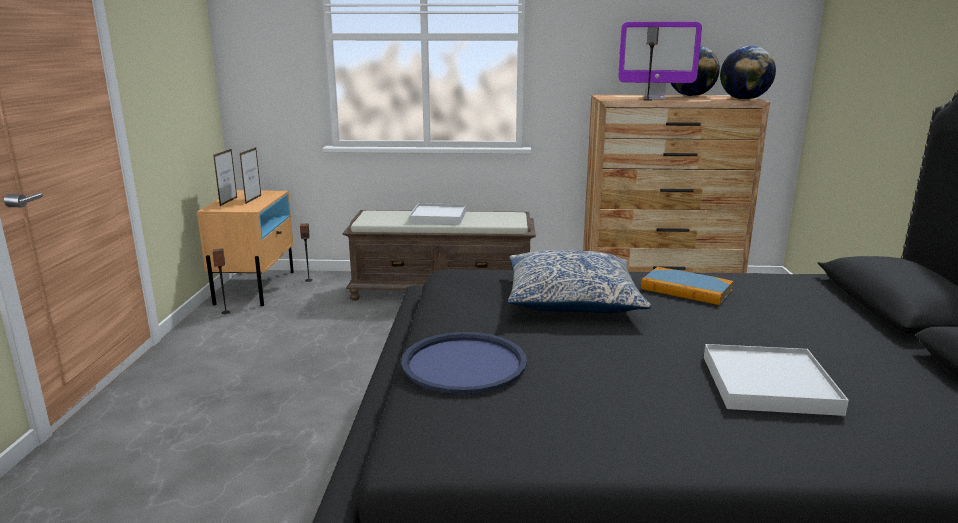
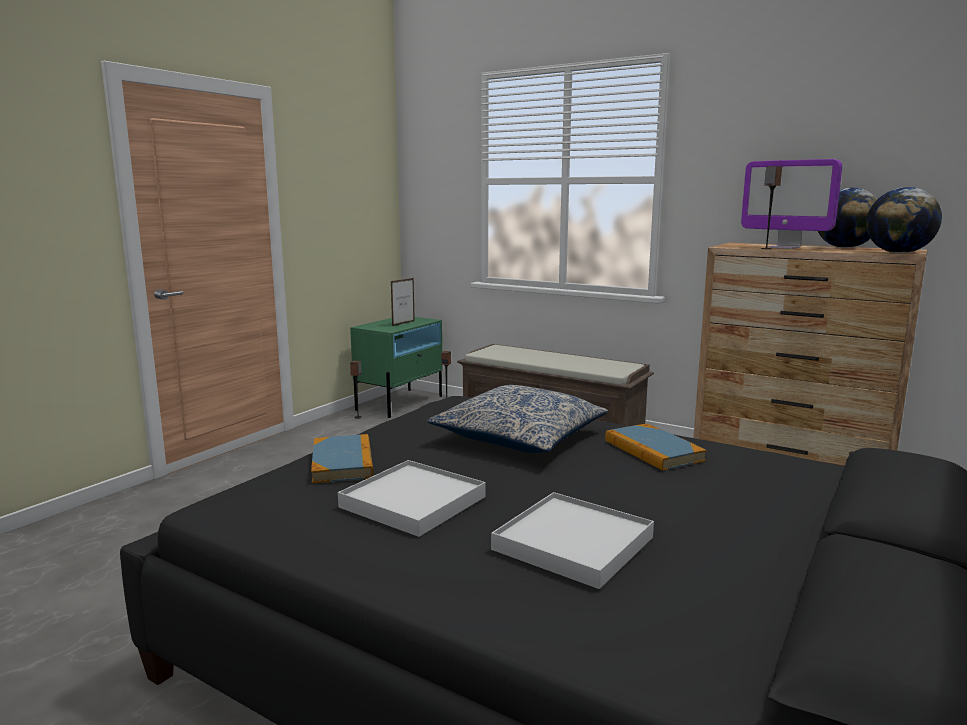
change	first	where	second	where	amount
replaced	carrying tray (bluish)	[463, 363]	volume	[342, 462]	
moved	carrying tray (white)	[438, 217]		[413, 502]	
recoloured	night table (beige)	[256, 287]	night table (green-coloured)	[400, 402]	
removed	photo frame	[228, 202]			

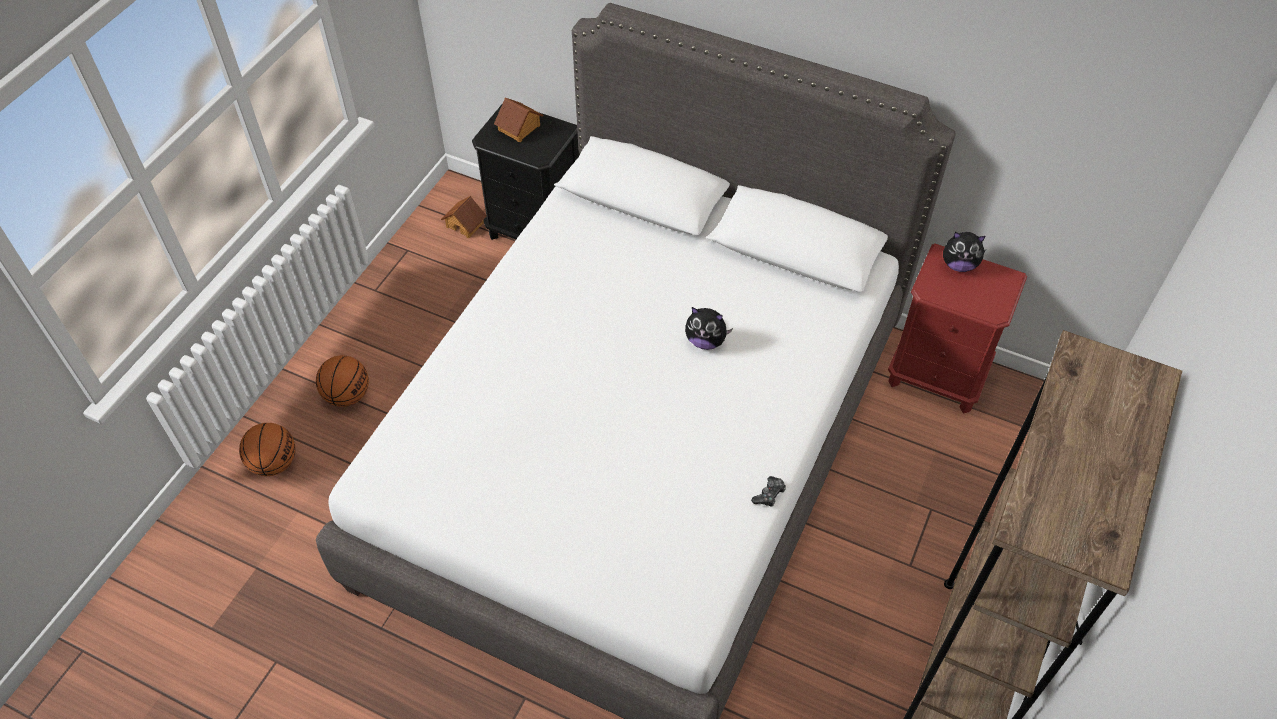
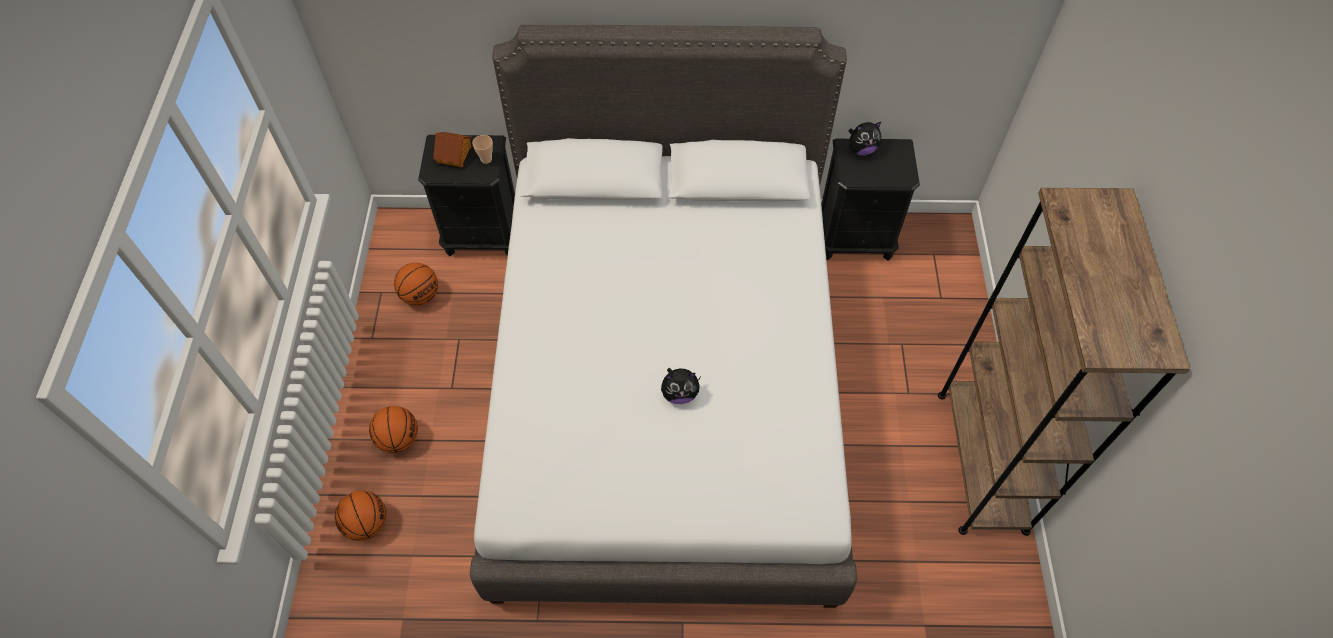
change	first	where	second	where	amount
added			basketball	[420, 295]	
added			small cup	[486, 159]	
moved	plush toy	[705, 341]		[679, 394]	
recoloured	night table (red)	[937, 376]	night table (black-coloured)	[855, 238]	
removed	miniature house	[465, 224]			
removed	gamepad	[769, 495]			

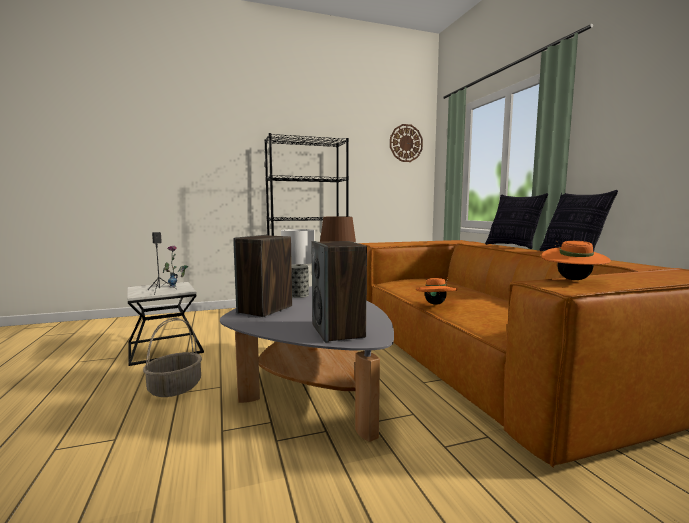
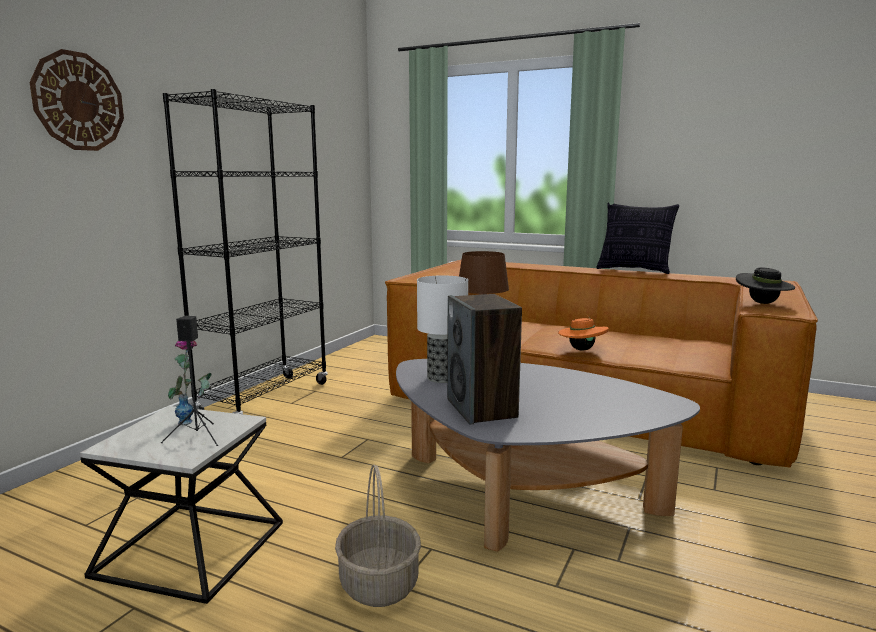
change	first	where	second	where	amount
moved	wall clock	[406, 143]		[78, 101]	
recoloured	hat (orangey)	[572, 279]	hat (black-coloured)	[762, 303]	
removed	audio speaker	[338, 331]			
removed	cushion	[512, 246]			

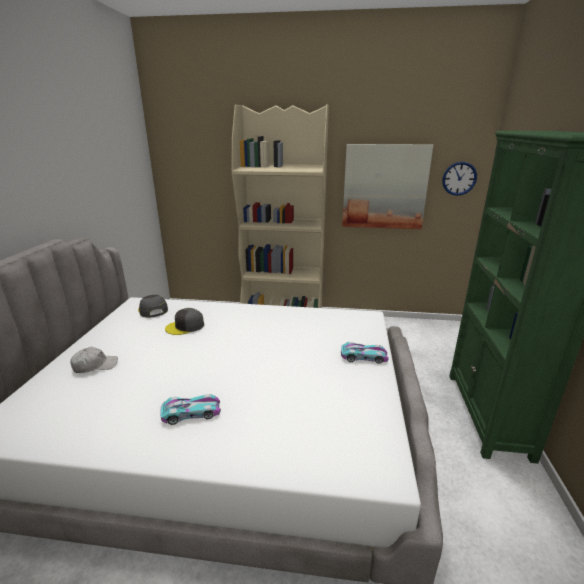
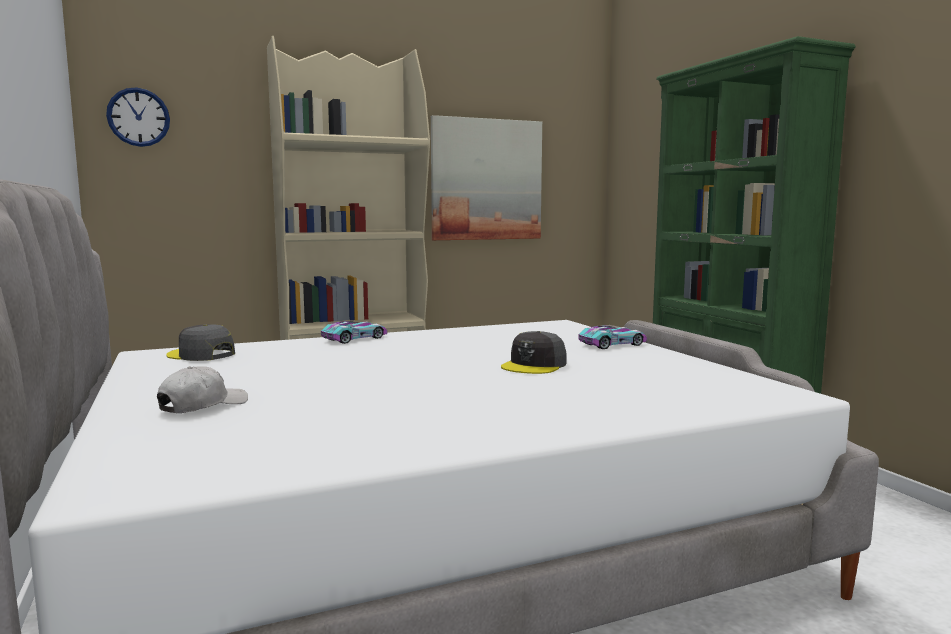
change	first	where	second	where	amount
moved	wall clock	[459, 178]		[138, 117]	
moved	model car	[191, 413]		[355, 338]	
moved	peaked cap (gray)	[185, 326]		[534, 365]	

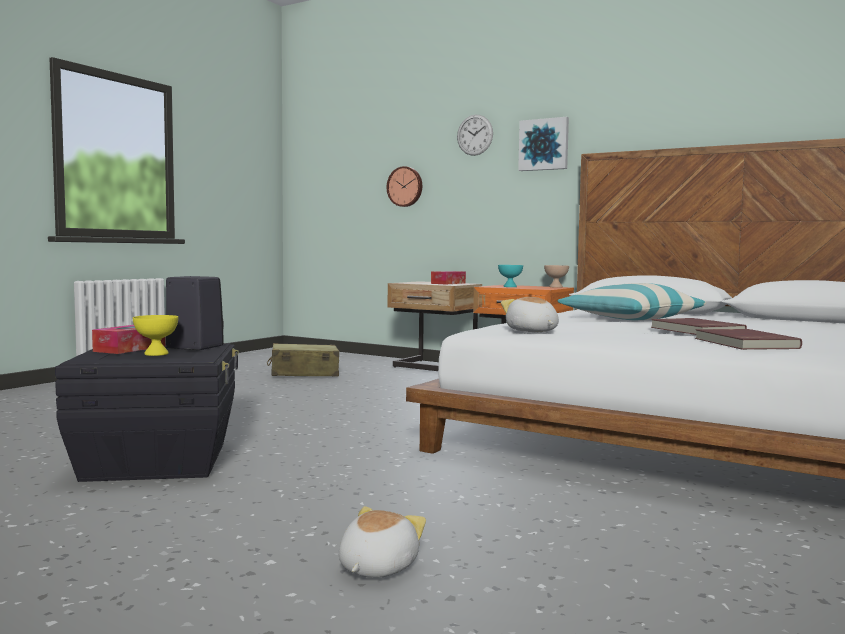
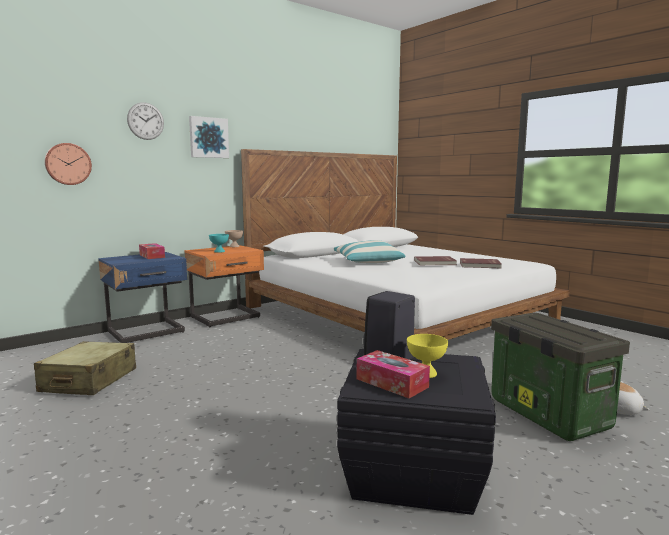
change	first	where	second	where	amount
recoloured	night table (beige)	[434, 367]	night table (bluish)	[147, 333]	
added			storage box	[546, 413]	
removed	plush toy	[531, 331]			

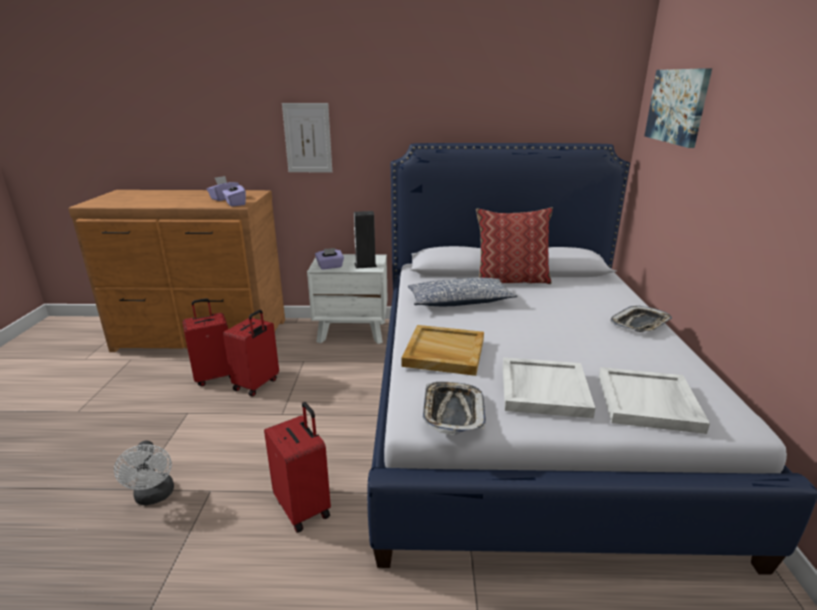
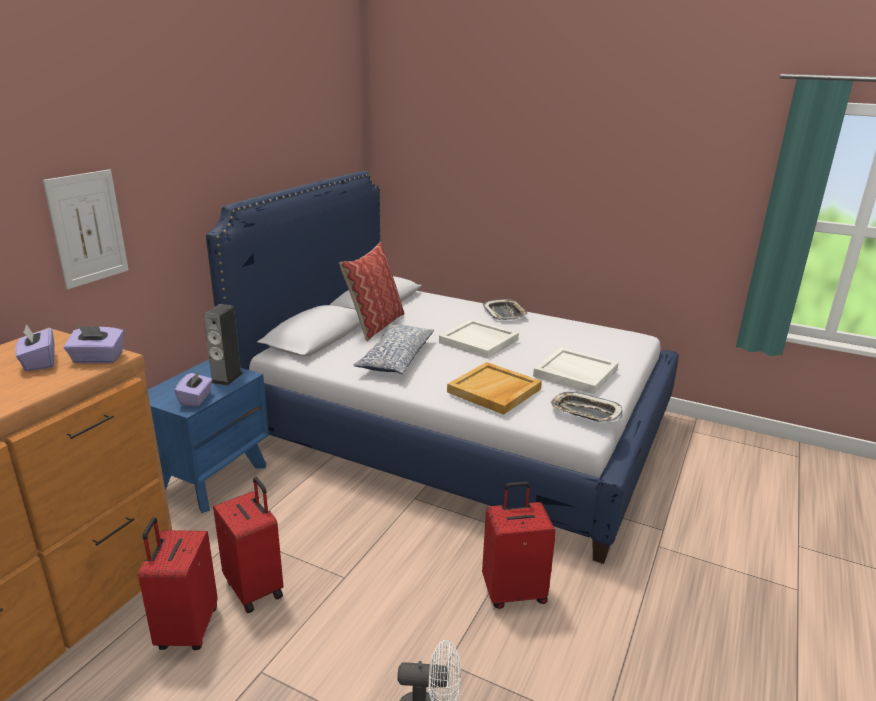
change	first	where	second	where	amount
recoloured	night table (white)	[352, 331]	night table (bluish)	[212, 478]	
moved	carrying tray (white)	[649, 403]		[479, 341]	
removed	picture	[677, 106]			

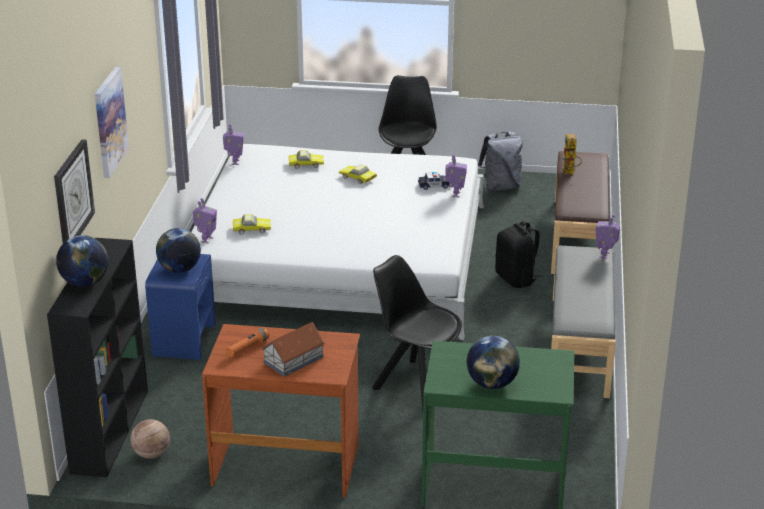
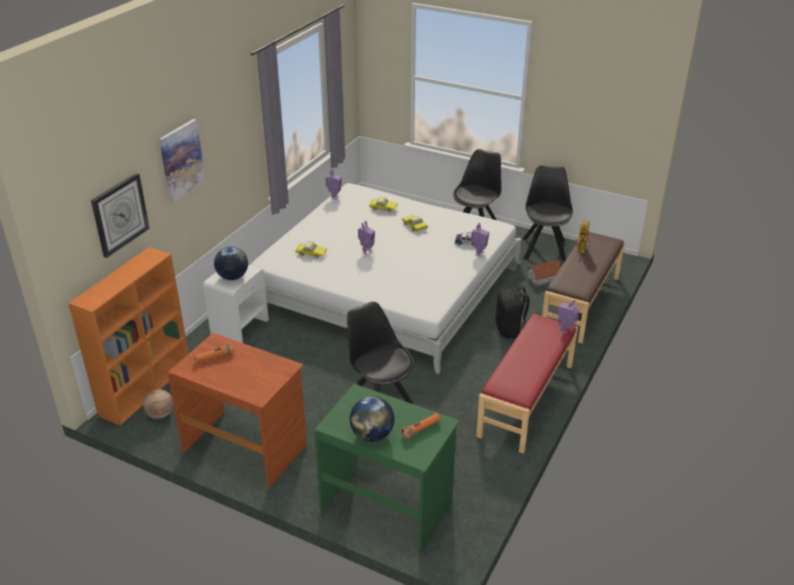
change	first	where	second	where	amount
recoloured	bookcase (black-coloured)	[110, 430]	bookcase (orangey)	[146, 388]	
recoloured	night table (bluish)	[184, 339]	night table (white)	[240, 327]	
moved	model robot	[206, 240]		[366, 251]	
added			flashlight (orangey)	[420, 429]	
recoloured	long seat (gray)	[580, 346]	long seat (red)	[527, 400]	
replaced	rucksack (gray)	[501, 186]	plain chair (black-coloured)	[544, 248]	
moved	miniature house	[294, 359]		[544, 279]	
removed	world globe	[85, 283]			

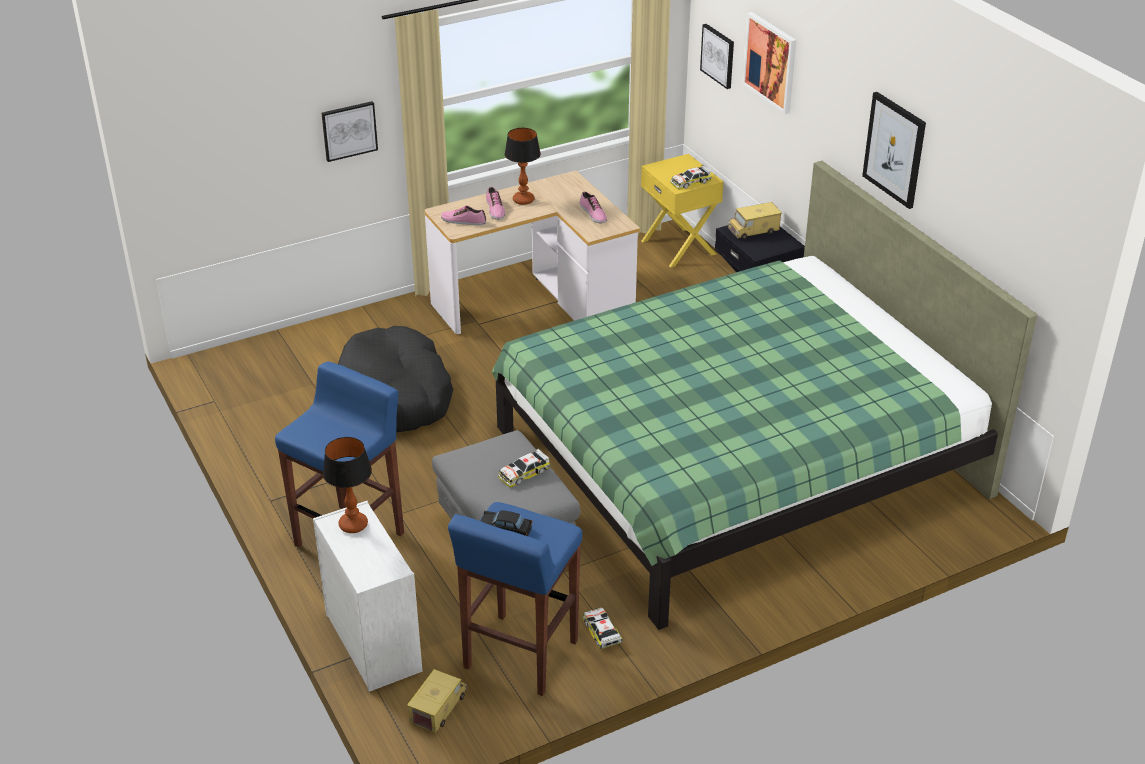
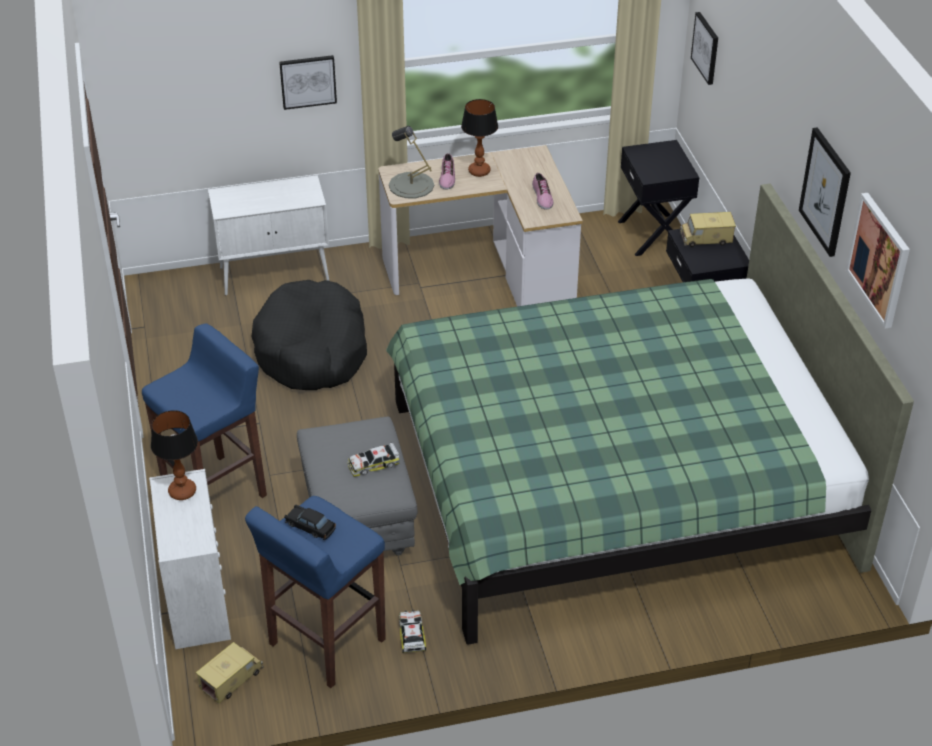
change	first	where	second	where	amount
added			cupboard (white)	[275, 274]	
replaced	low shoe	[463, 220]	tabletop lamp (gray)	[411, 185]	
recoloured	night table (yellow-coloured)	[679, 247]	night table (black-coloured)	[654, 234]	
moved	picture	[770, 62]		[879, 259]	
removed	model car	[690, 182]			

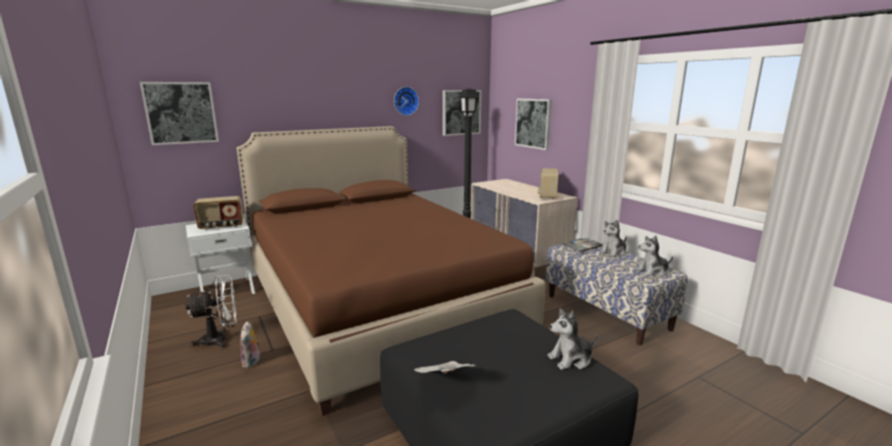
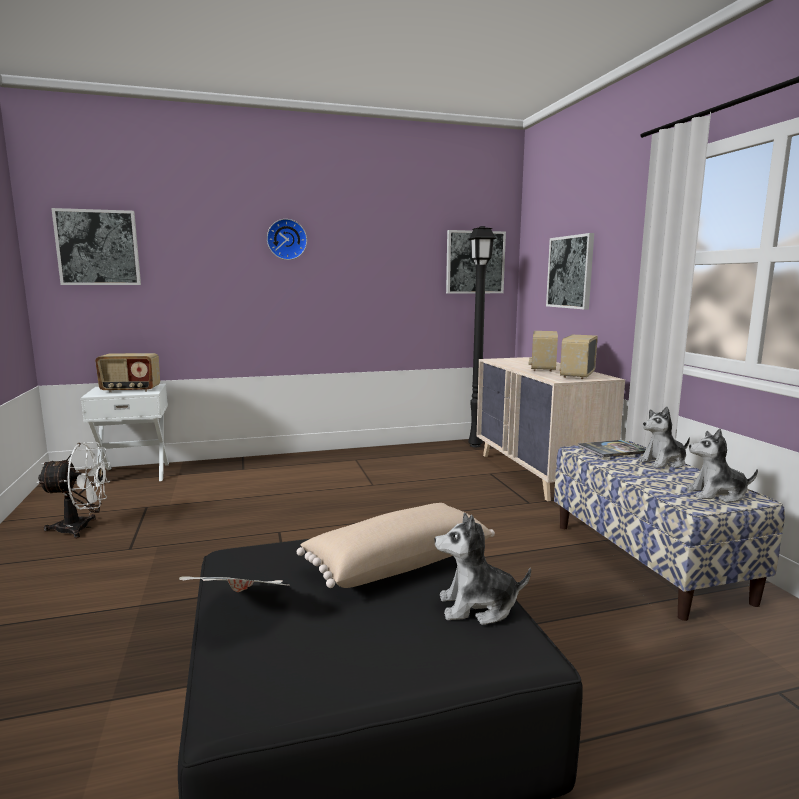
change	first	where	second	where	amount
moved	wall clock	[405, 101]		[286, 239]	
added			cushion (beige)	[397, 562]	
added			radio set	[542, 368]	
removed	bed (brownish)	[377, 303]			
removed	plush toy	[252, 362]			

